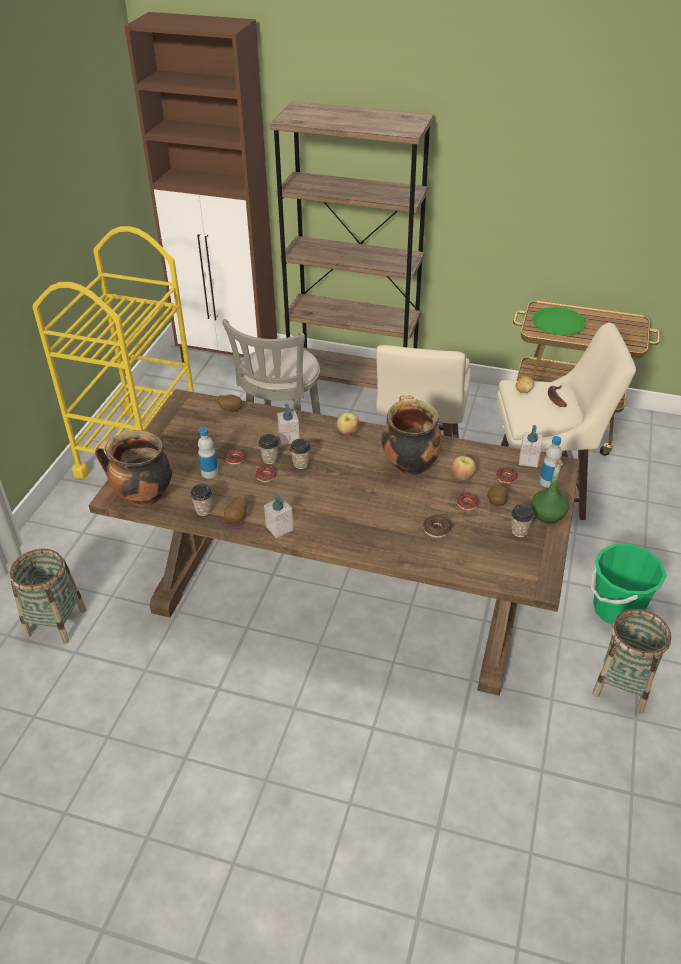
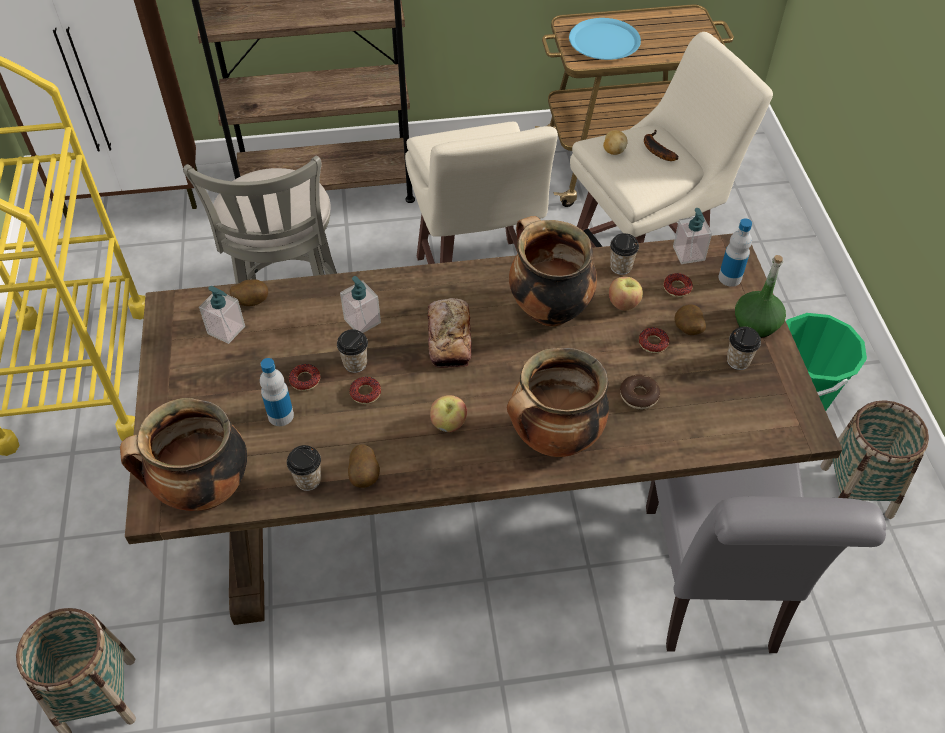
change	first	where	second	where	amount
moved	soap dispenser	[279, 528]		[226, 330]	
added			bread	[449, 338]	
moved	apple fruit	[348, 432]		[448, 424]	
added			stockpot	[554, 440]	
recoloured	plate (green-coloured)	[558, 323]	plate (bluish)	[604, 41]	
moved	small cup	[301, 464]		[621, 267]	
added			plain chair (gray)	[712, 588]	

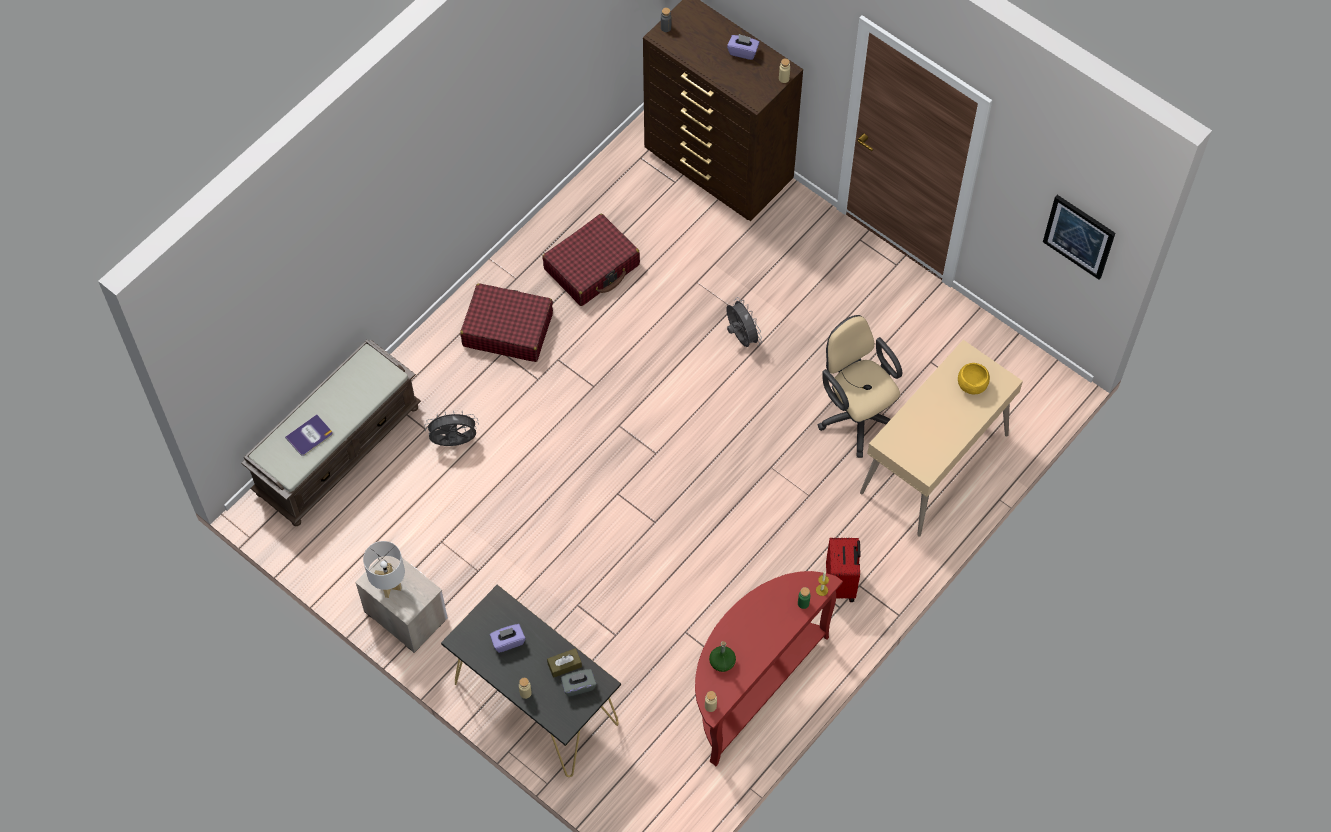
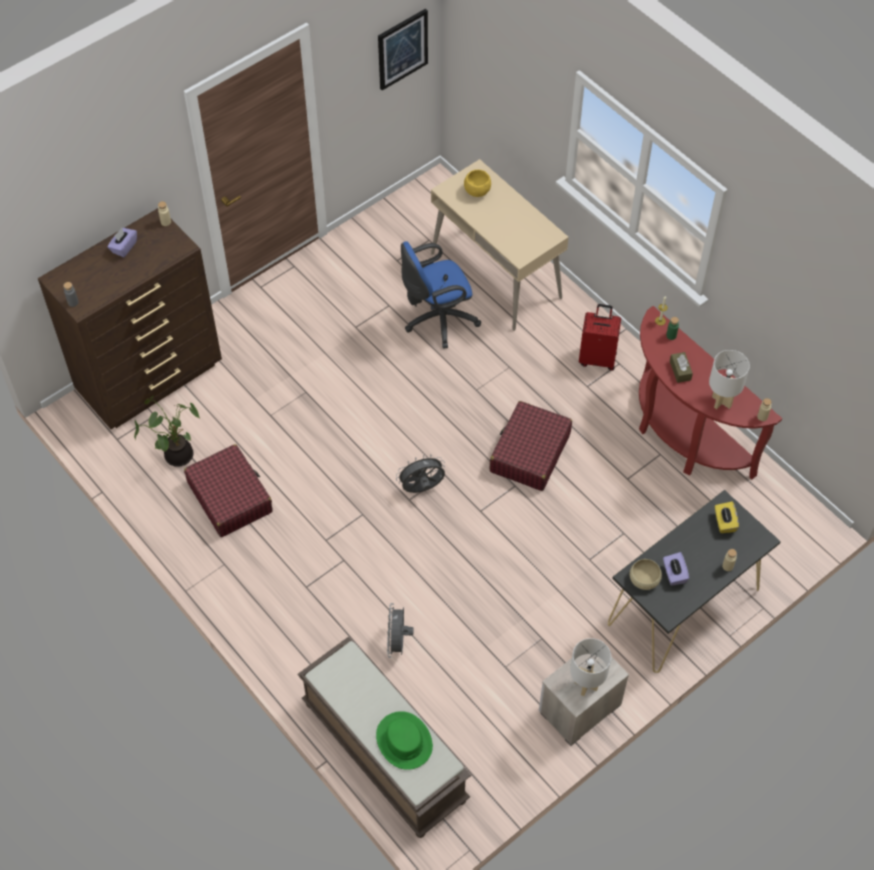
change	first	where	second	where	amount
added			houseplant	[176, 454]	
replaced	volume	[309, 436]	hat (green-coloured)	[404, 741]	
moved	fan (gray)	[741, 337]		[422, 489]	
recoloured	desk chair (beige)	[856, 415]	desk chair (bluish)	[437, 320]	
moved	piece of luggage (red)	[507, 329]		[529, 453]	
added			serving bowl (beige)	[644, 579]	
moved	box of tissues (brownish)	[564, 665]		[680, 370]	
replaced	drink bottle (green-coloured)	[722, 662]	tabletop lamp (white)	[721, 402]	
recoloured	box of tissues (gray)	[578, 686]	box of tissues (yellow-coloured)	[724, 523]	

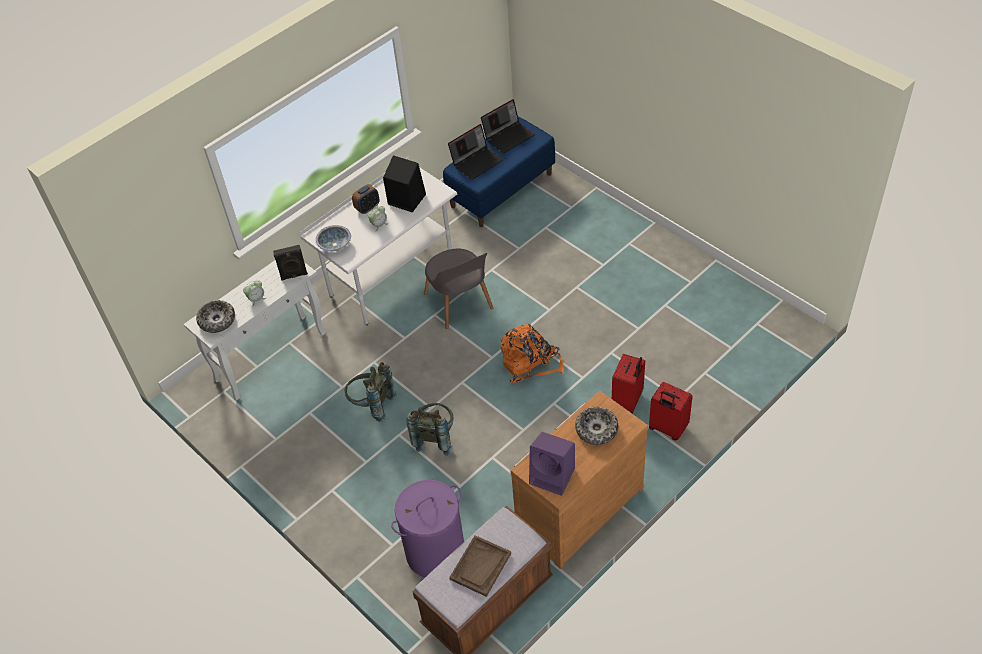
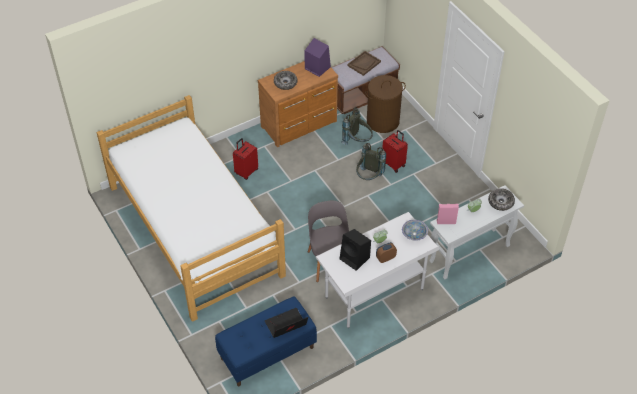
change	first	where	second	where	amount
added			bed	[195, 230]	
moved	rucksack (gray)	[371, 405]		[357, 141]	
recoloured	laundry basket (purple)	[435, 552]	laundry basket (brownish)	[382, 121]	
moved	piece of luggage (red)	[667, 428]		[394, 164]	
recoloured	audio speaker (black-coloured)	[294, 276]	audio speaker (pinkish)	[446, 221]	
removed	notebook computer	[508, 136]			
removed	rucksack (orangey)	[530, 363]			

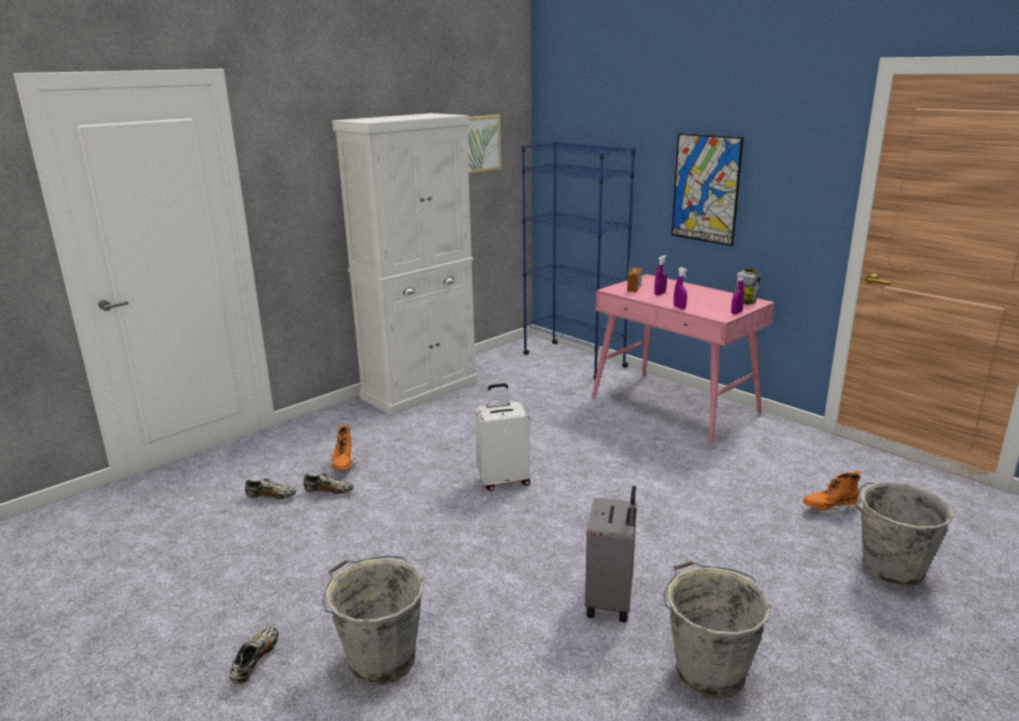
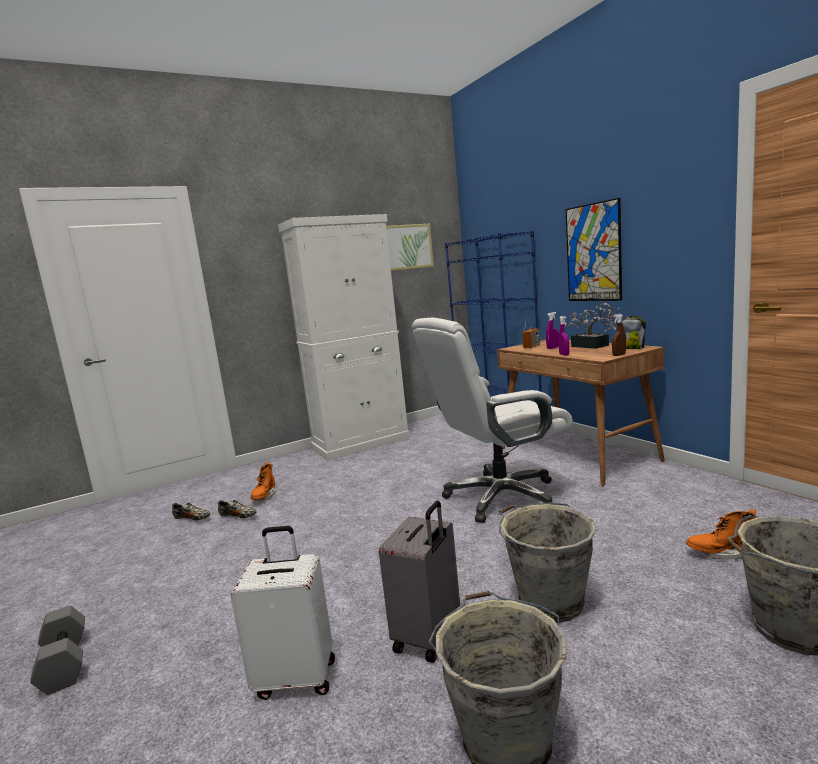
change	first	where	second	where	amount
replaced	low shoe	[255, 661]	dumbbell (gray)	[63, 663]	
moved	piece of luggage (white)	[503, 480]		[296, 677]	
added			desk chair (white)	[500, 497]	
recoloured	desk table (pinkish)	[675, 405]	desk table (brownish)	[578, 454]	
moved	pail (gray)	[380, 659]		[548, 601]	
added			houseplant	[593, 346]	
recoloured	sprayer (purple)	[736, 313]	sprayer (brownish)	[619, 355]	

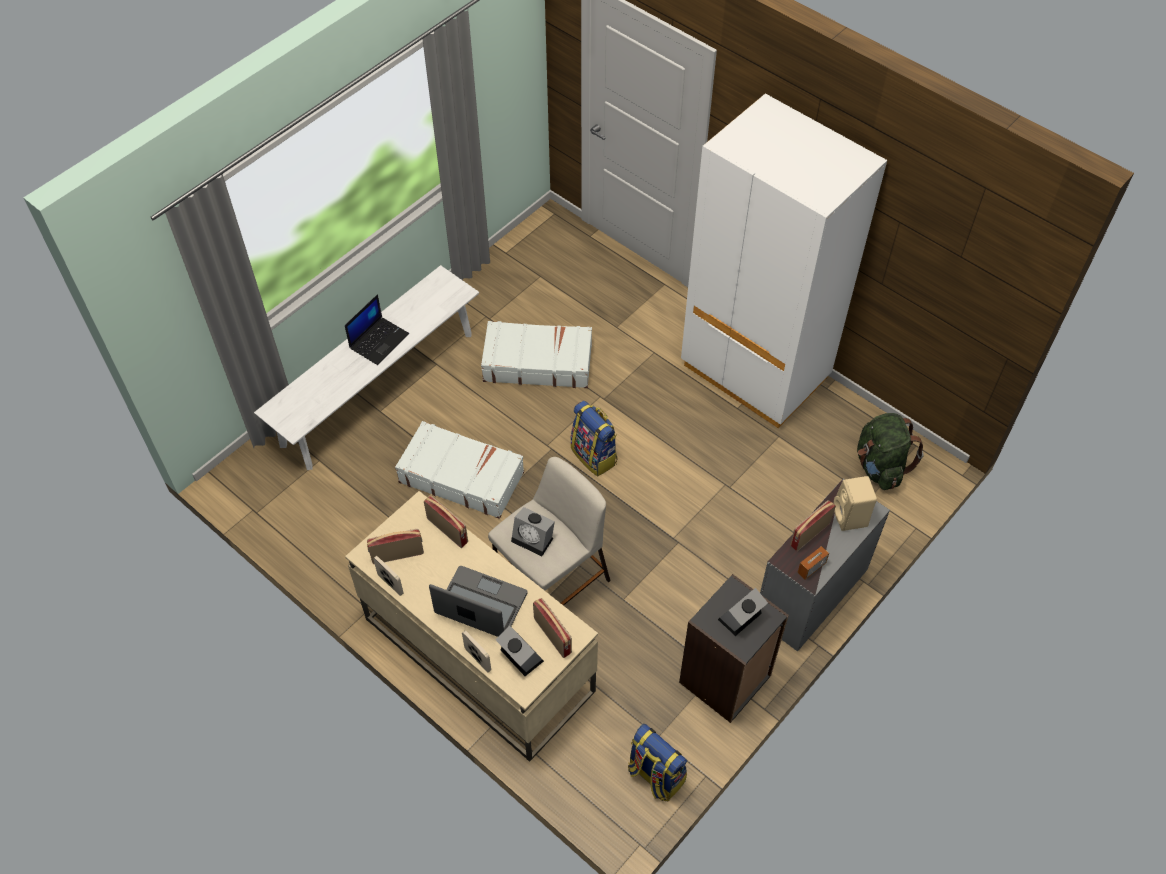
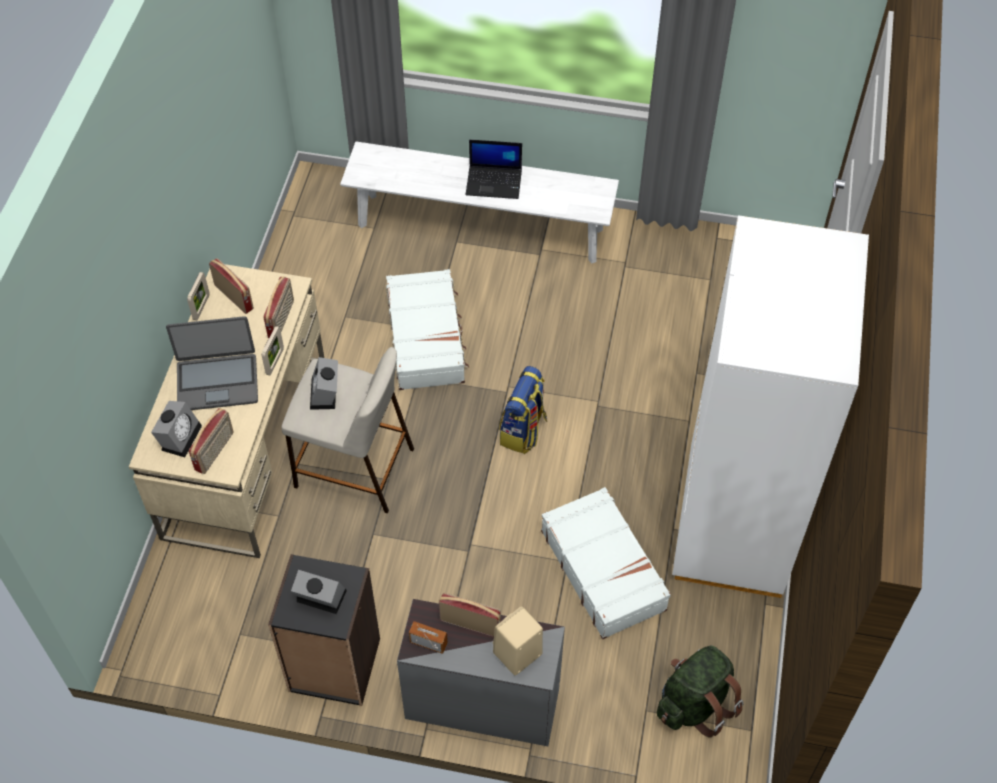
change	first	where	second	where	amount
turned	notebook computer	[481, 604]		[217, 382]	90 degrees clockwise
moved	photo frame	[477, 659]		[275, 362]	
moved	piece of luggage (white)	[537, 362]		[603, 569]	
removed	rucksack	[655, 775]			

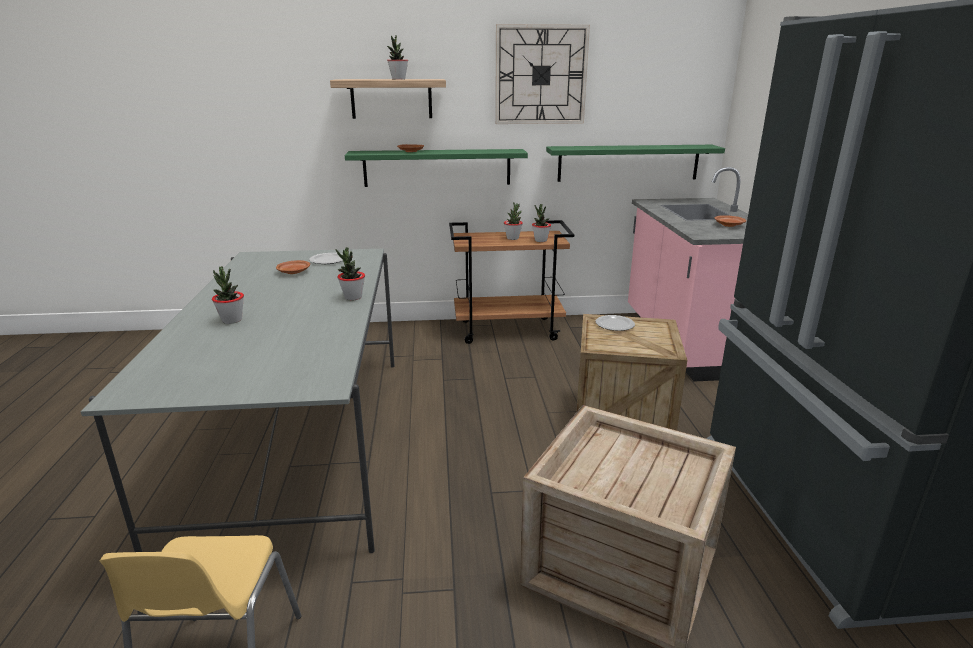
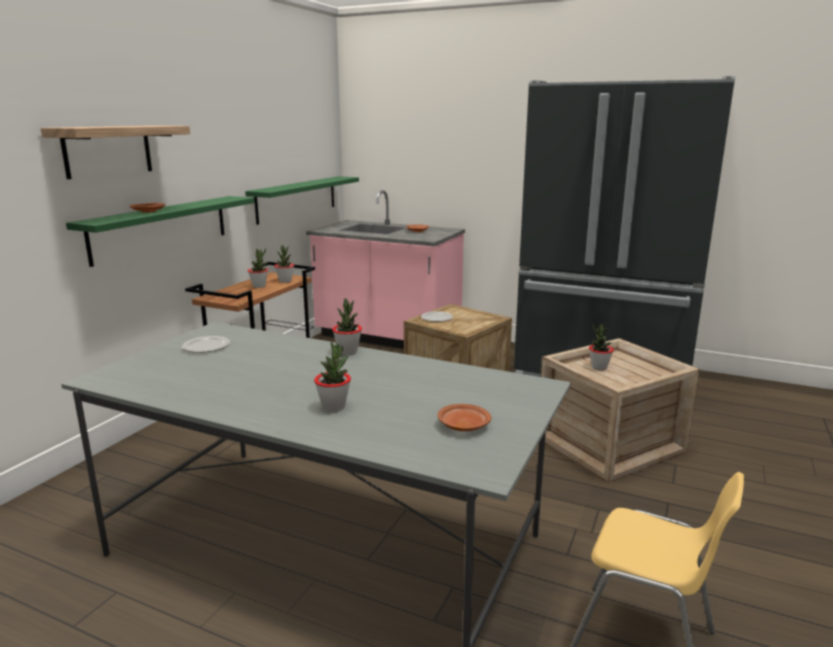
change	first	where	second	where	amount
moved	plate (brownish)	[294, 272]		[463, 425]	
moved	houseplant	[398, 79]		[599, 367]	
removed	wall clock	[540, 75]			

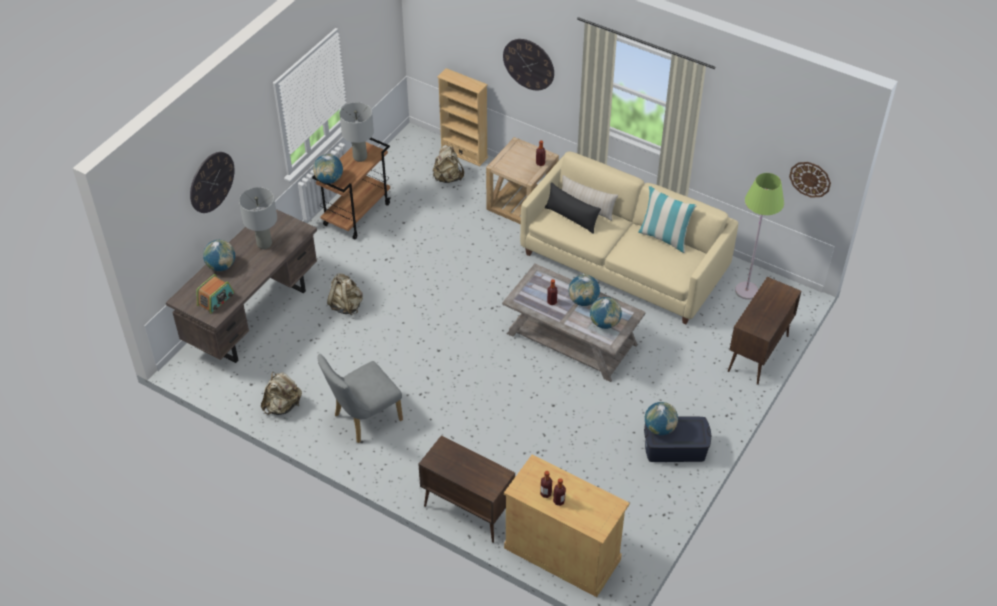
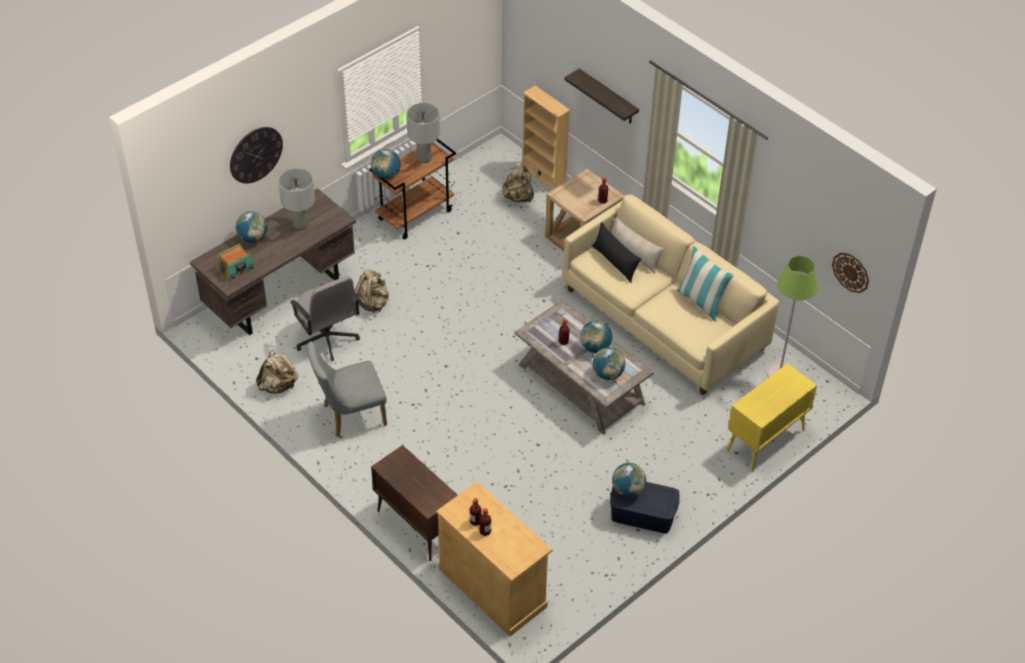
change	first	where	second	where	amount
added			desk chair (gray)	[327, 338]	
replaced	wall clock	[528, 64]	wall shelf	[608, 97]	
recoloured	cupboard (brownish)	[758, 354]	cupboard (yellow-coloured)	[765, 441]	

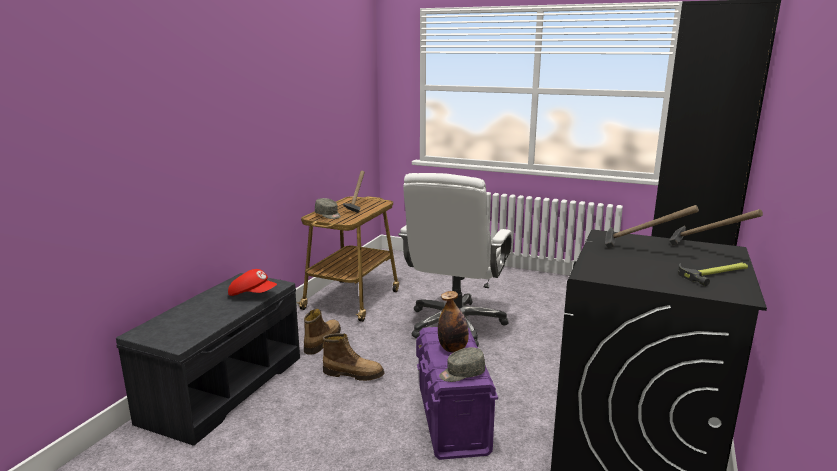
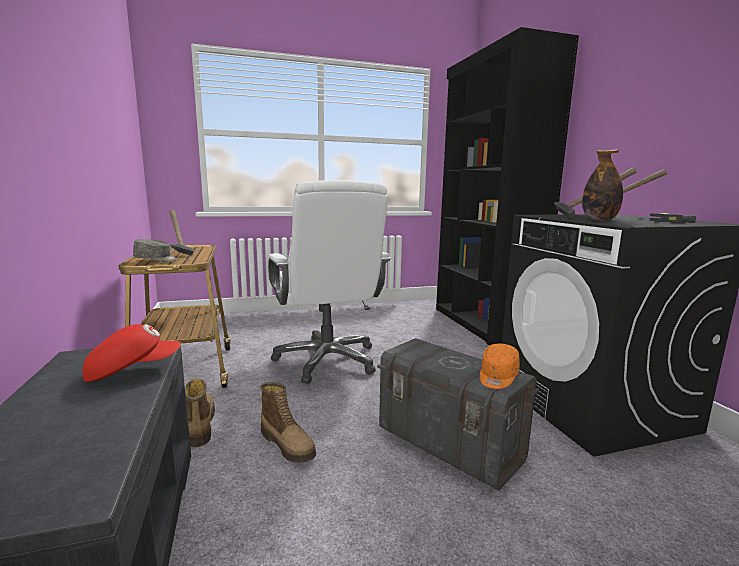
change	first	where	second	where	amount
turned	boot	[354, 374]		[288, 445]	75 degrees clockwise
recoloured	storage box (purple)	[452, 420]	storage box (gray)	[449, 444]	
recoloured	peaked cap (gray)	[461, 374]	peaked cap (orangey)	[497, 377]	
moved	drink bottle	[453, 349]		[599, 220]	

